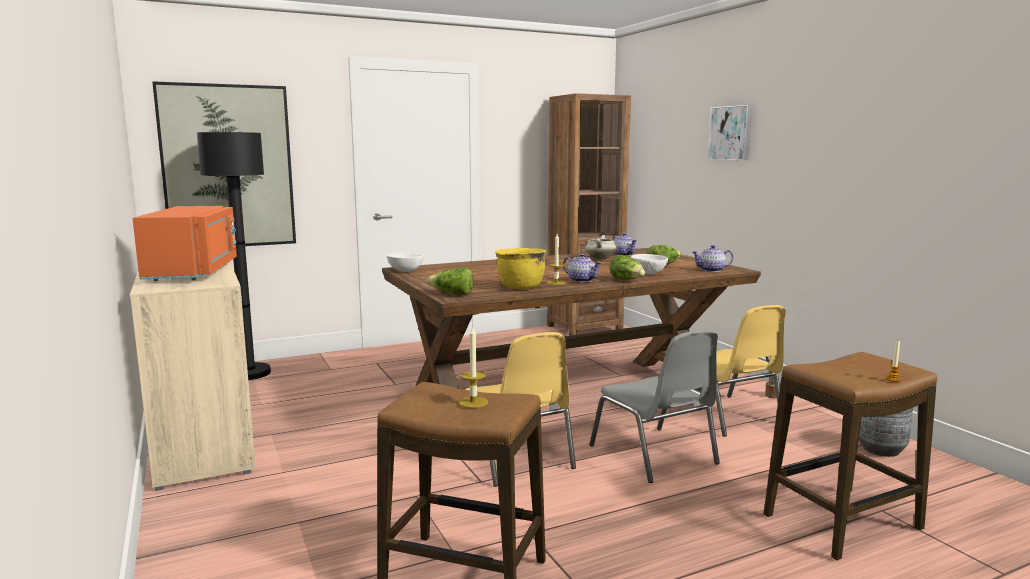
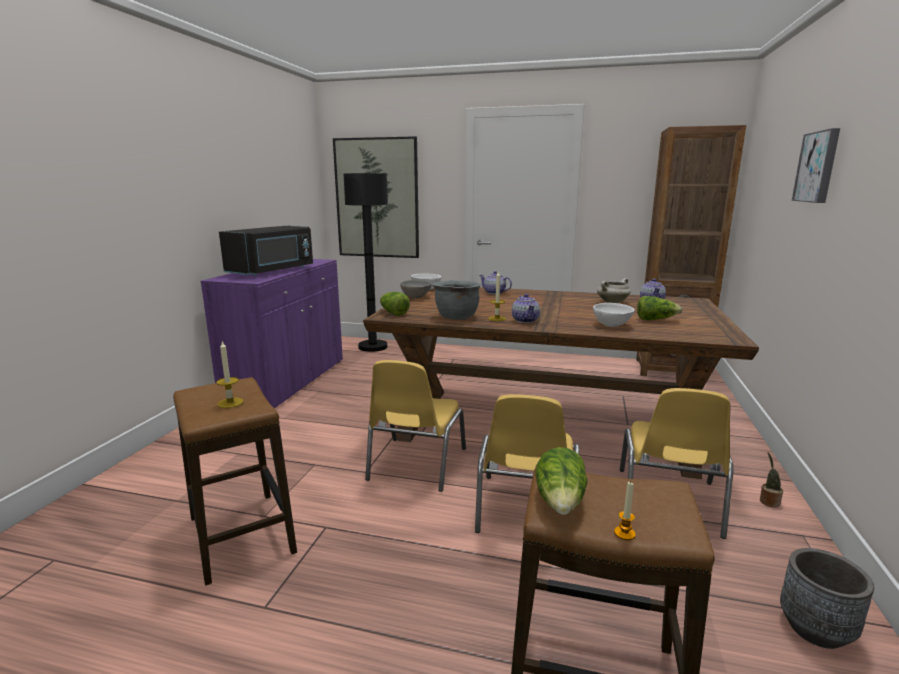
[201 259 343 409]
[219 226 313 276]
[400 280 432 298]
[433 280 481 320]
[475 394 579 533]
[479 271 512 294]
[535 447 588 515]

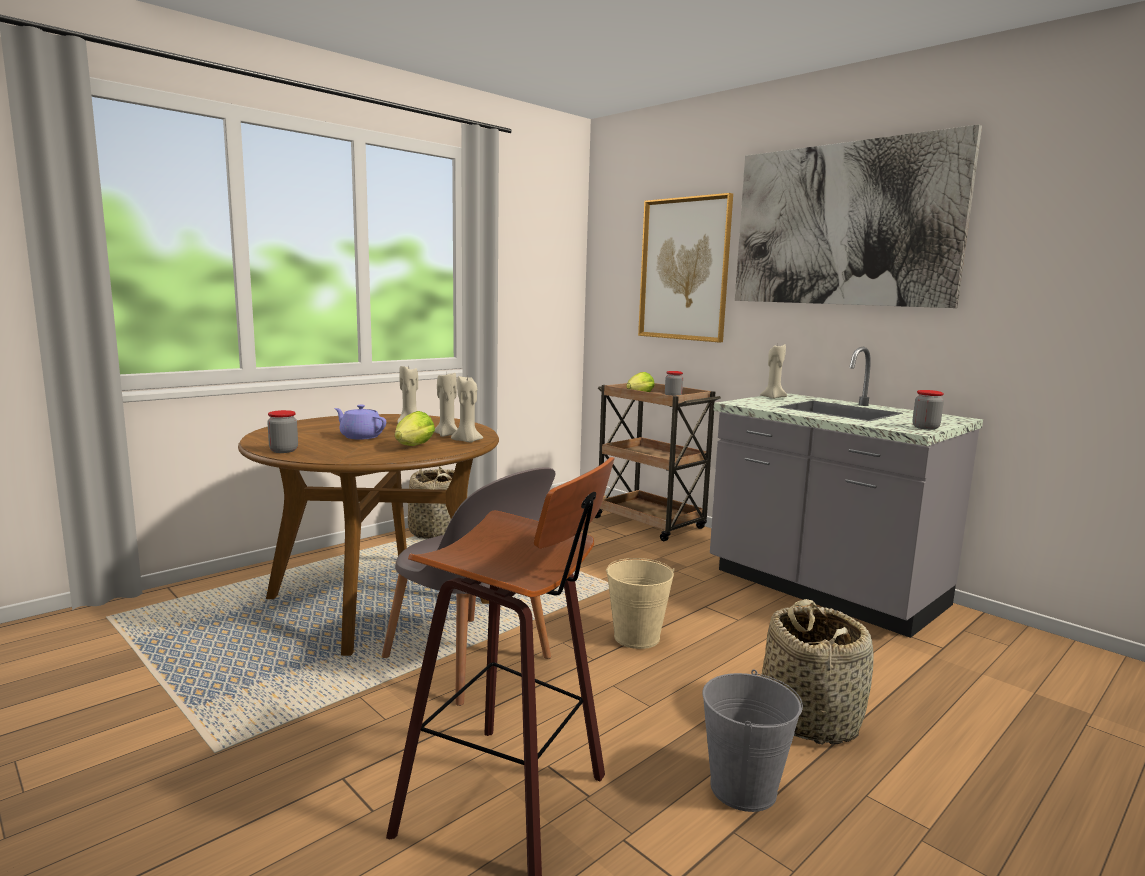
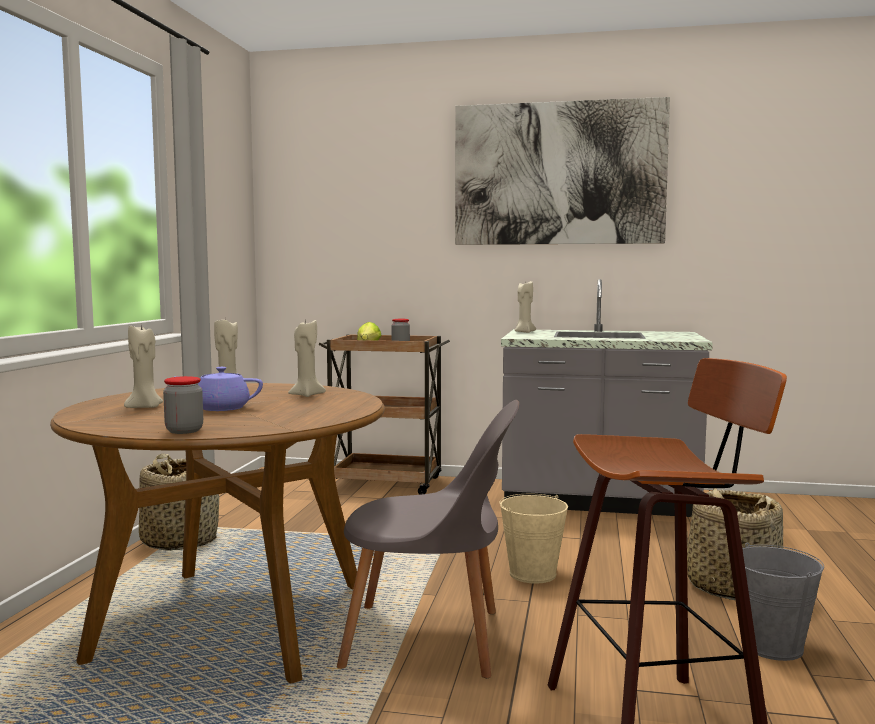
[124 322 163 408]
[395 411 435 446] (first image)
[638 193 733 342] (first image)
[913 390 944 430] (first image)

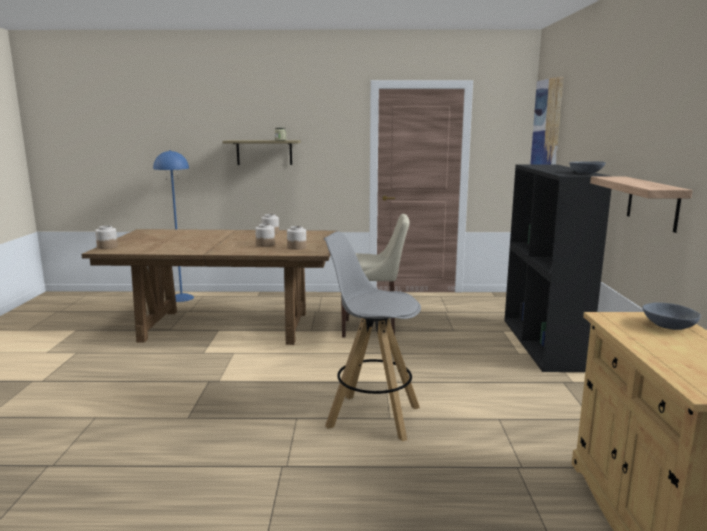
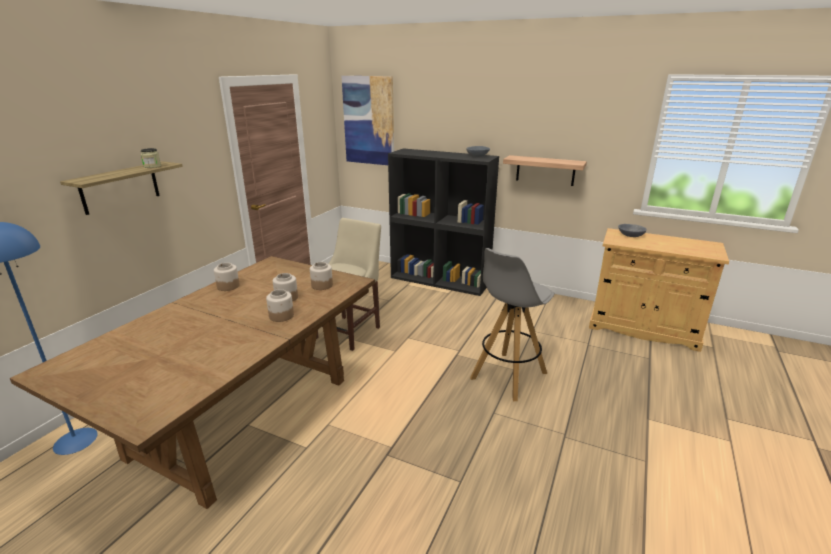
[266 289 294 322]

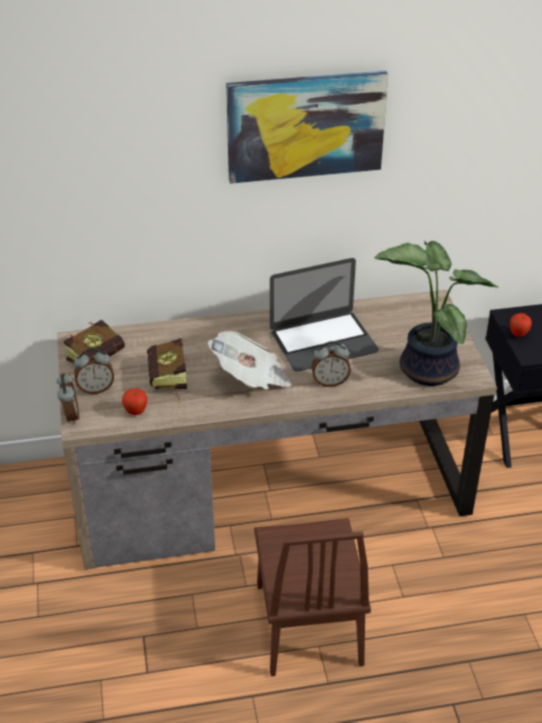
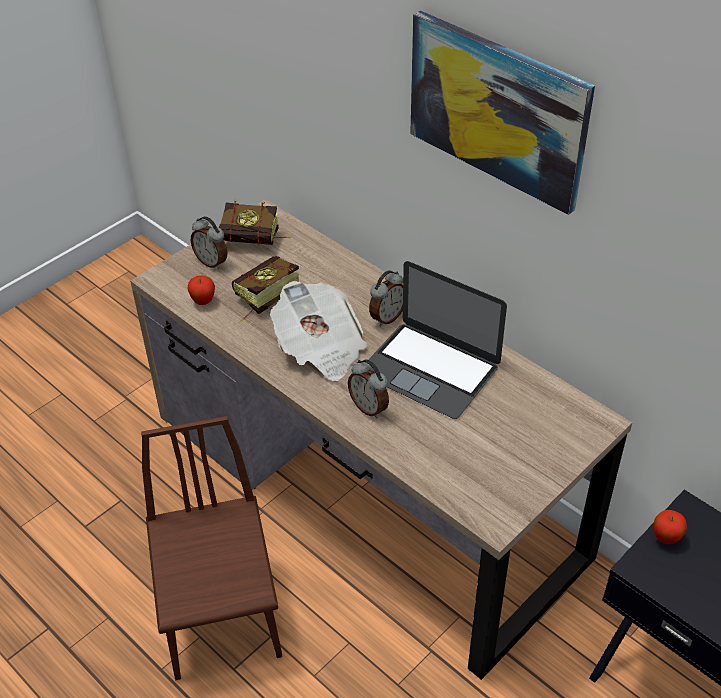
[141 416 282 680]
[369 270 403 326]
[374 241 499 386] (first image)

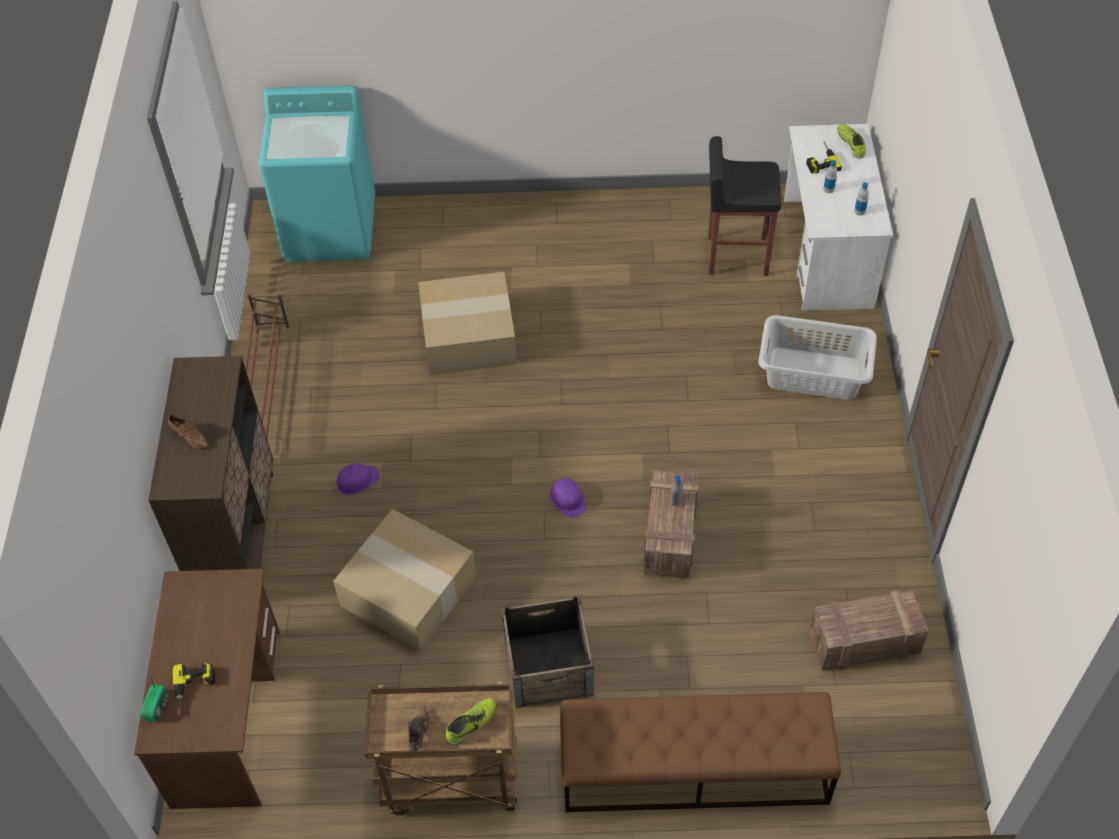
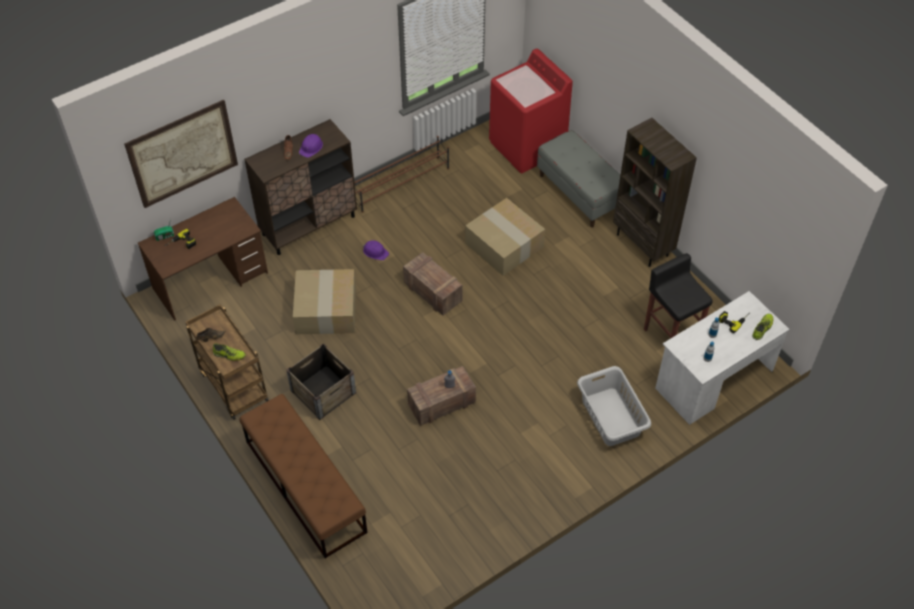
[124 99 238 208]
[299 134 323 158]
[403 252 462 315]
[489 49 573 173]
[537 130 620 228]
[613 118 697 267]

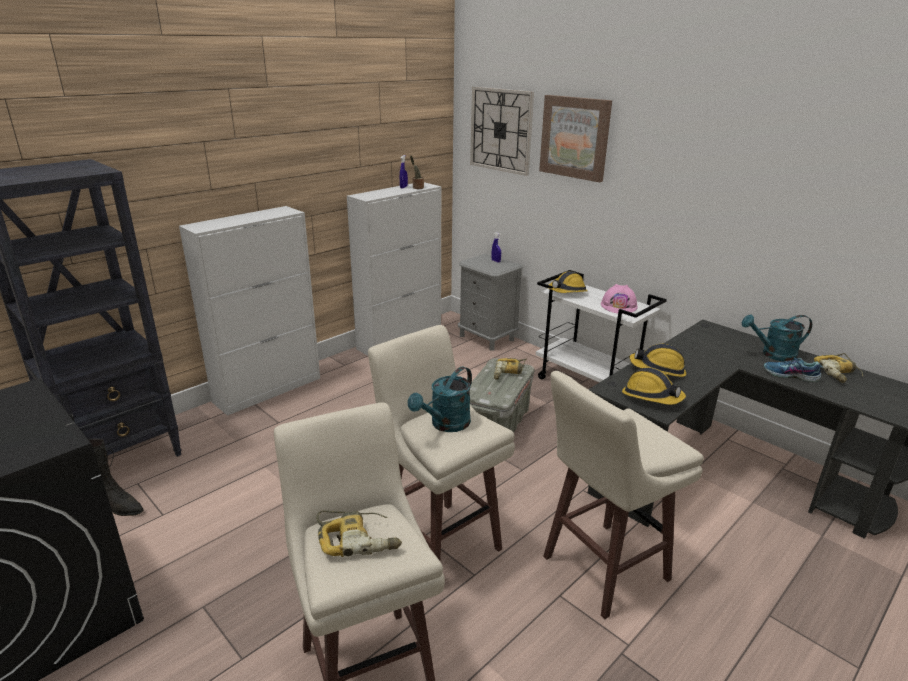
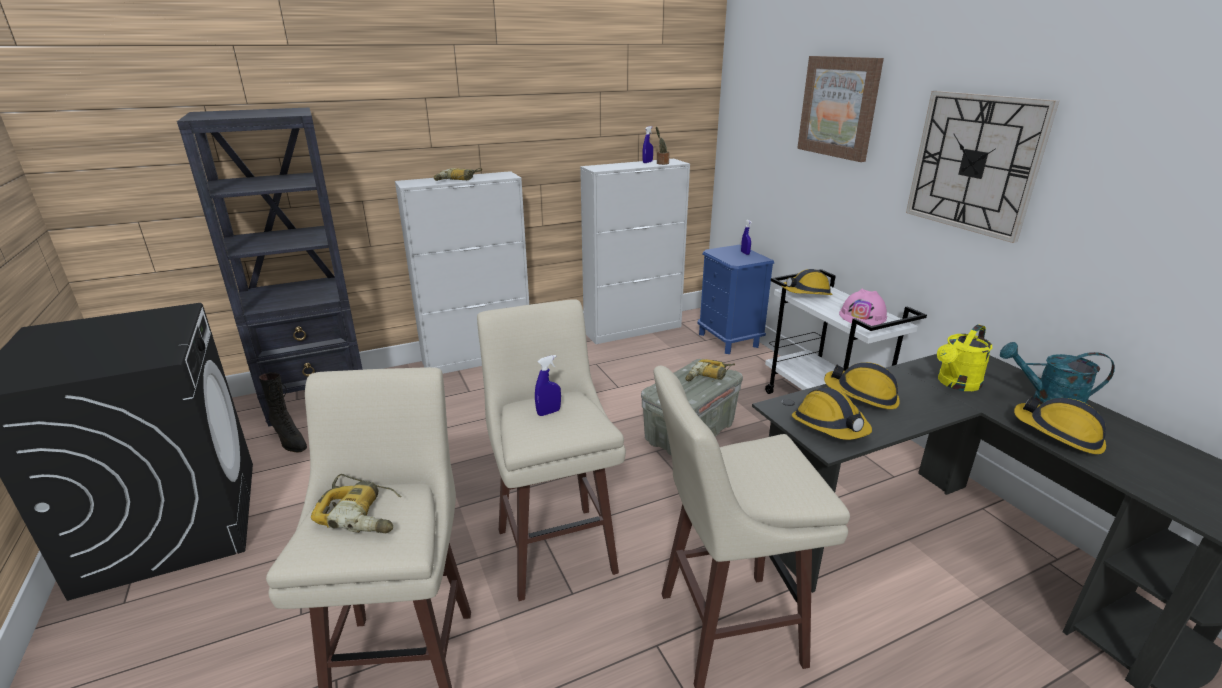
[434 168 482 181]
[535 355 561 416]
[697 245 774 354]
[906 91 1059 243]
[937 324 992 391]
[1014 396 1106 454]

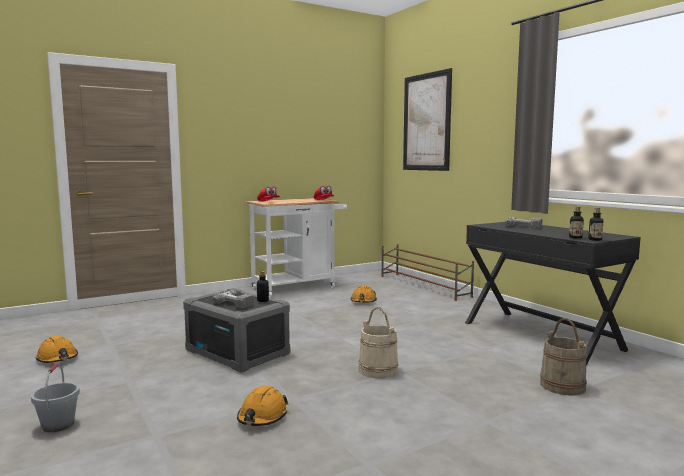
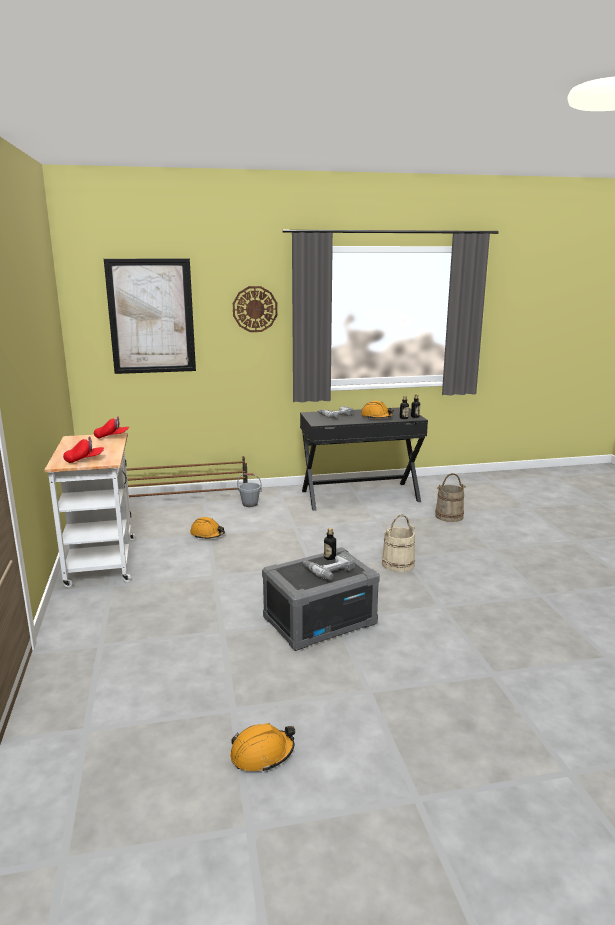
[233 286 278 332]
[237 473 262 507]
[361 401 394 419]

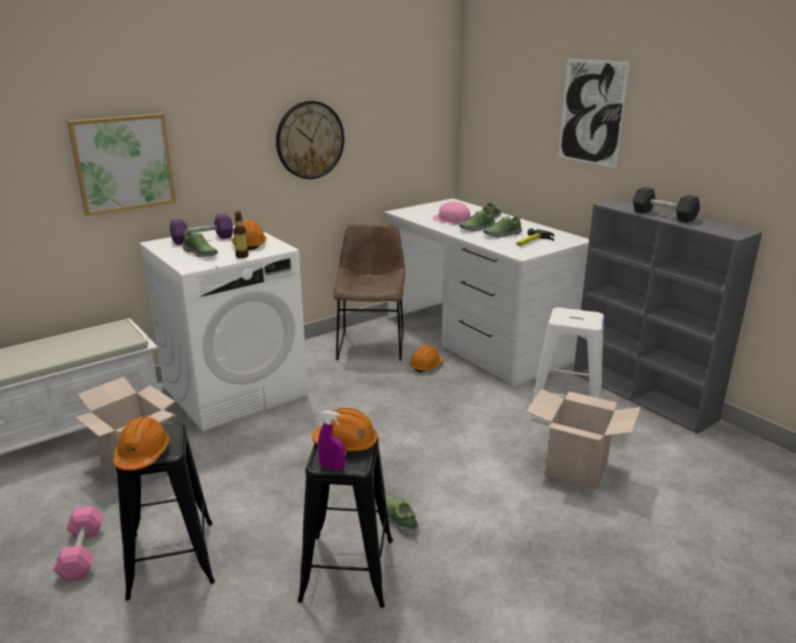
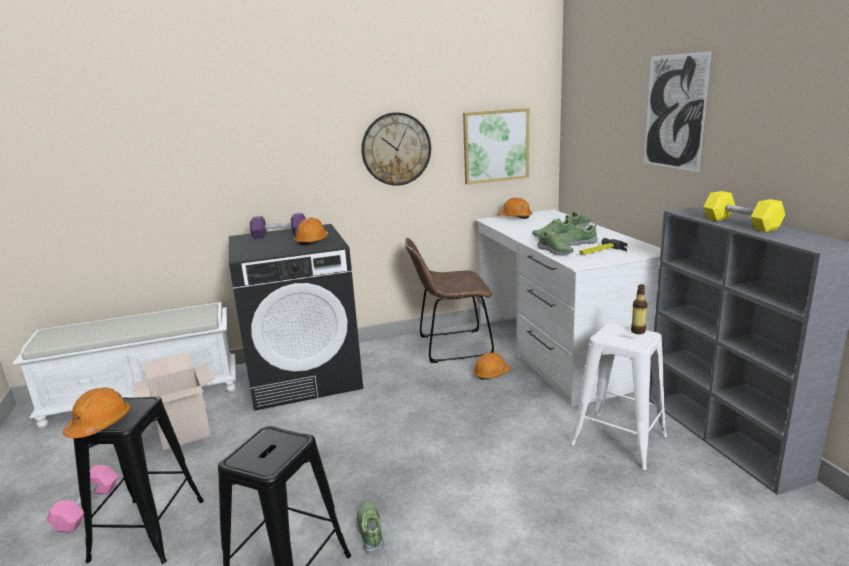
[229 224 363 411]
[405 238 494 363]
[463 108 529 184]
[498 198 532 219]
[537 229 574 255]
[631 284 647 334]
[703 191 785 232]
[318 411 345 470] (first image)
[432 202 472 224] (first image)
[526 389 641 490] (first image)

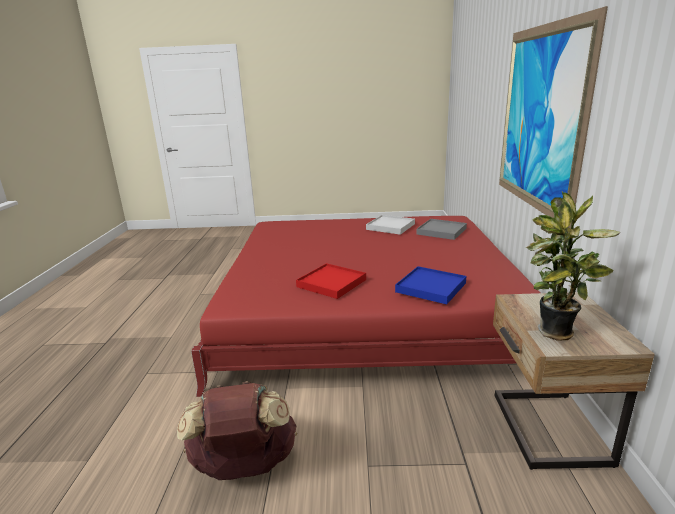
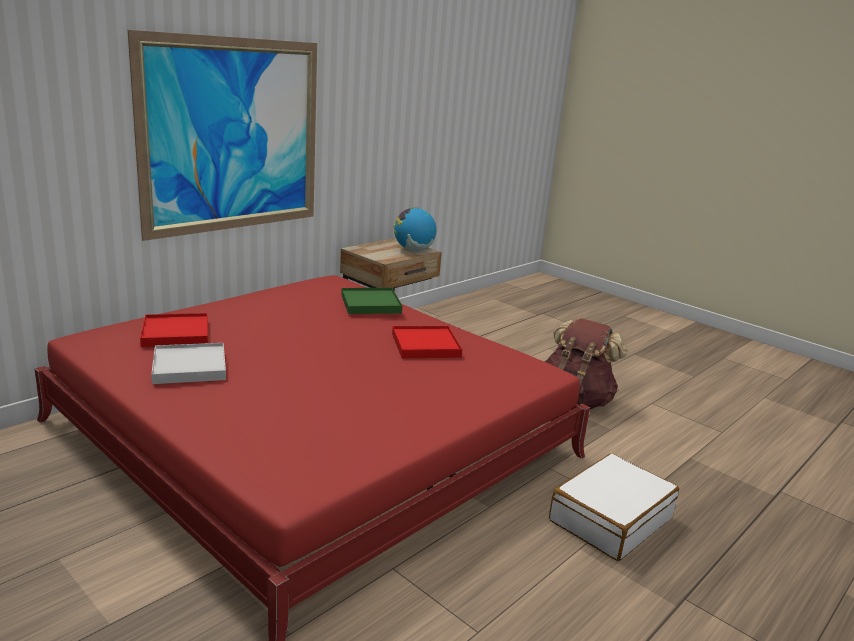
[140 313 208 347]
[341 288 402 314]
[394 208 436 251]
[549 454 679 561]

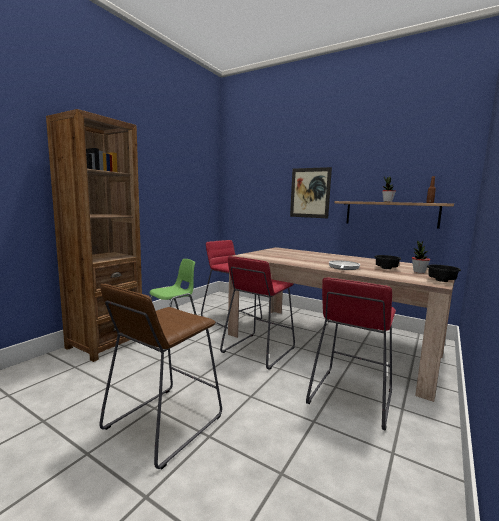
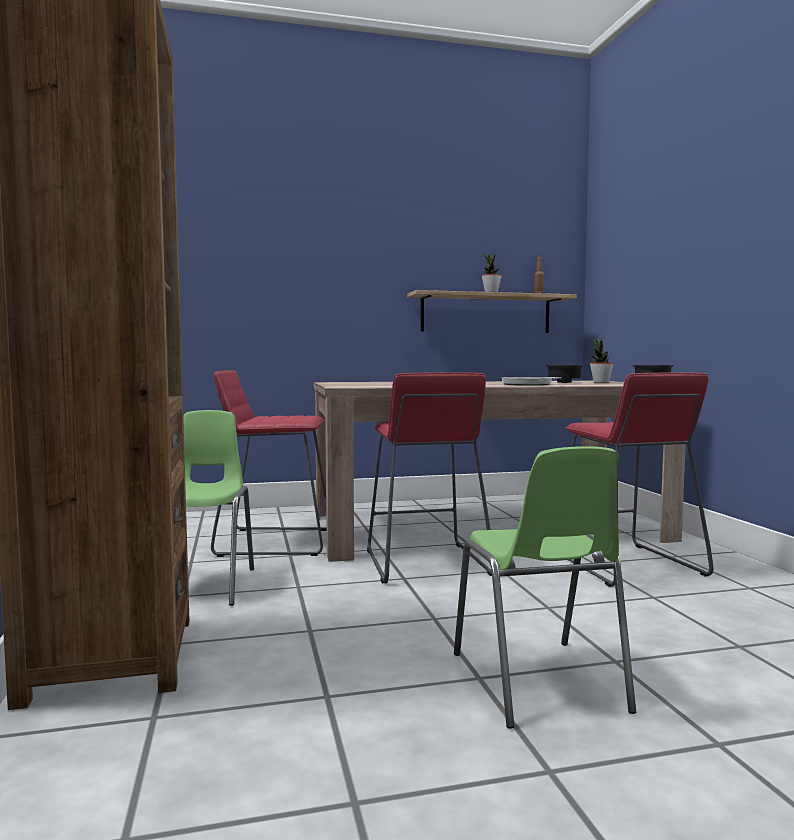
[454 446 636 729]
[290 167 332 218] (first image)

